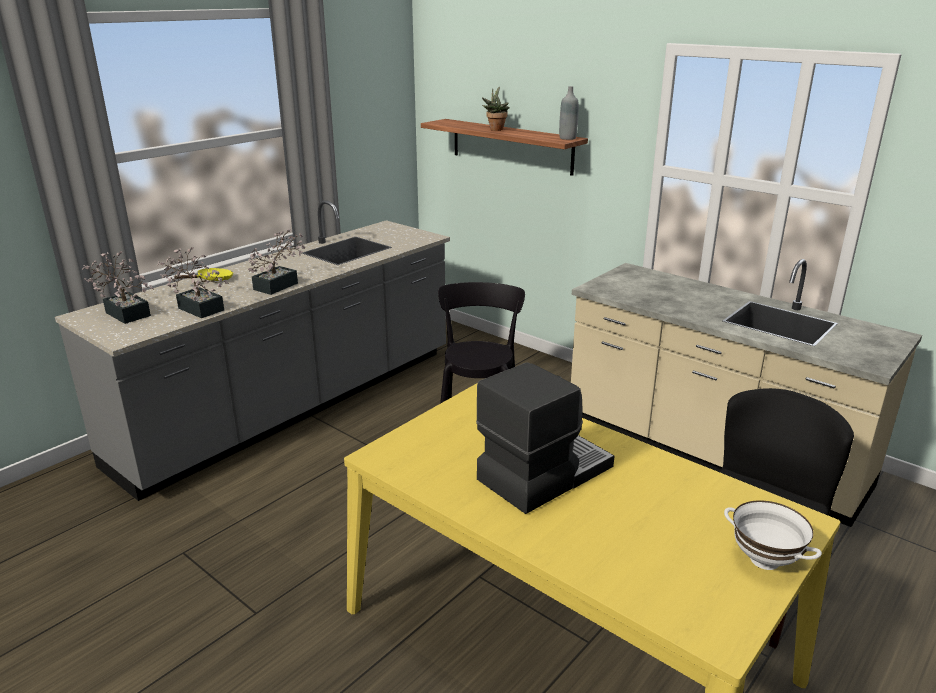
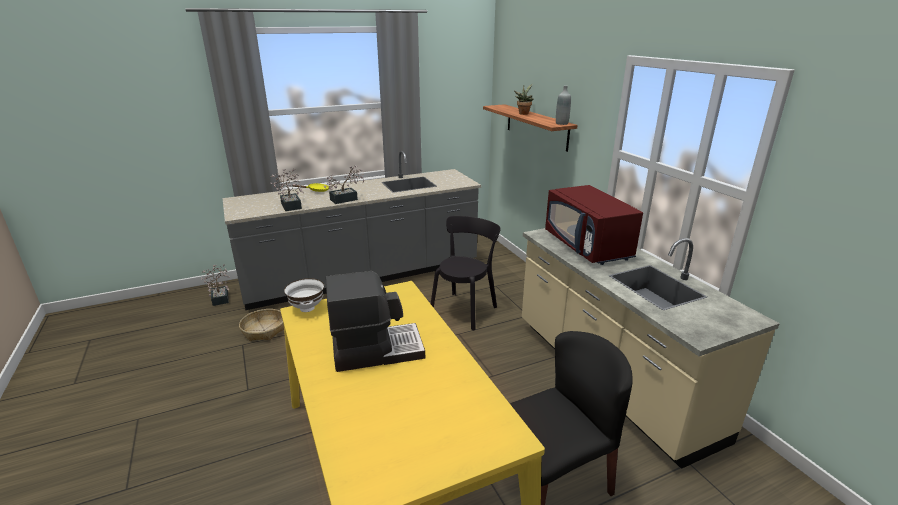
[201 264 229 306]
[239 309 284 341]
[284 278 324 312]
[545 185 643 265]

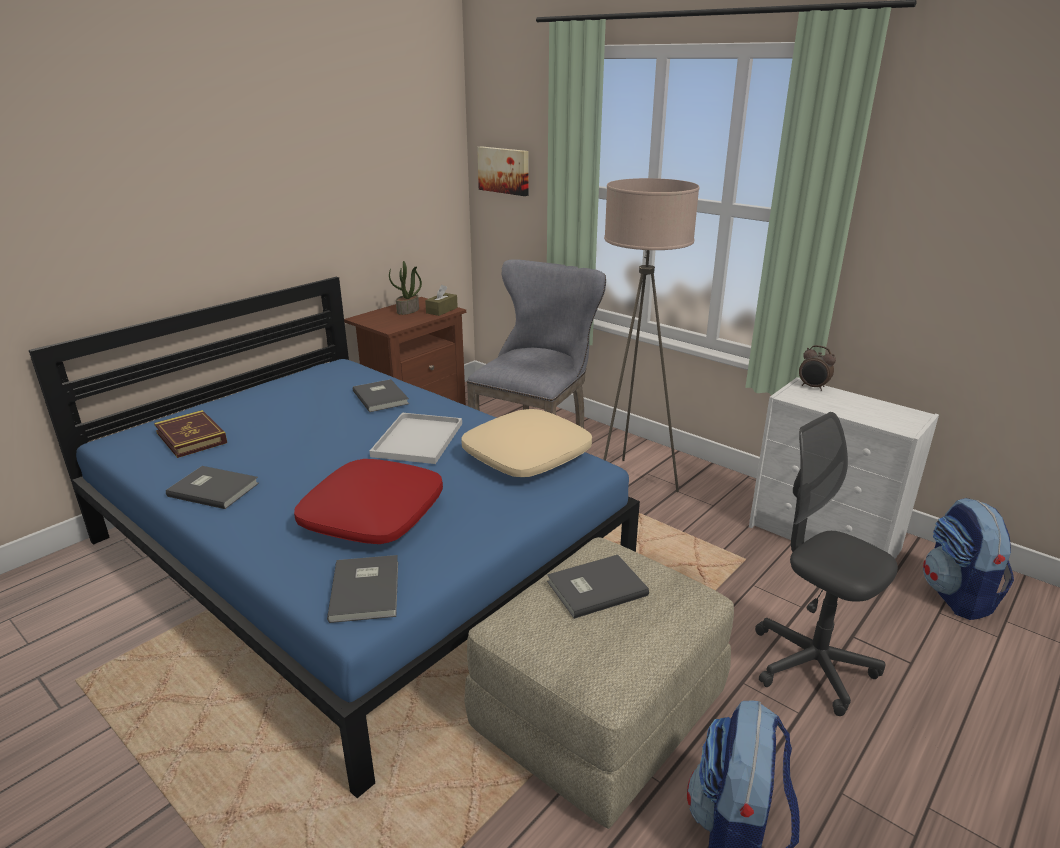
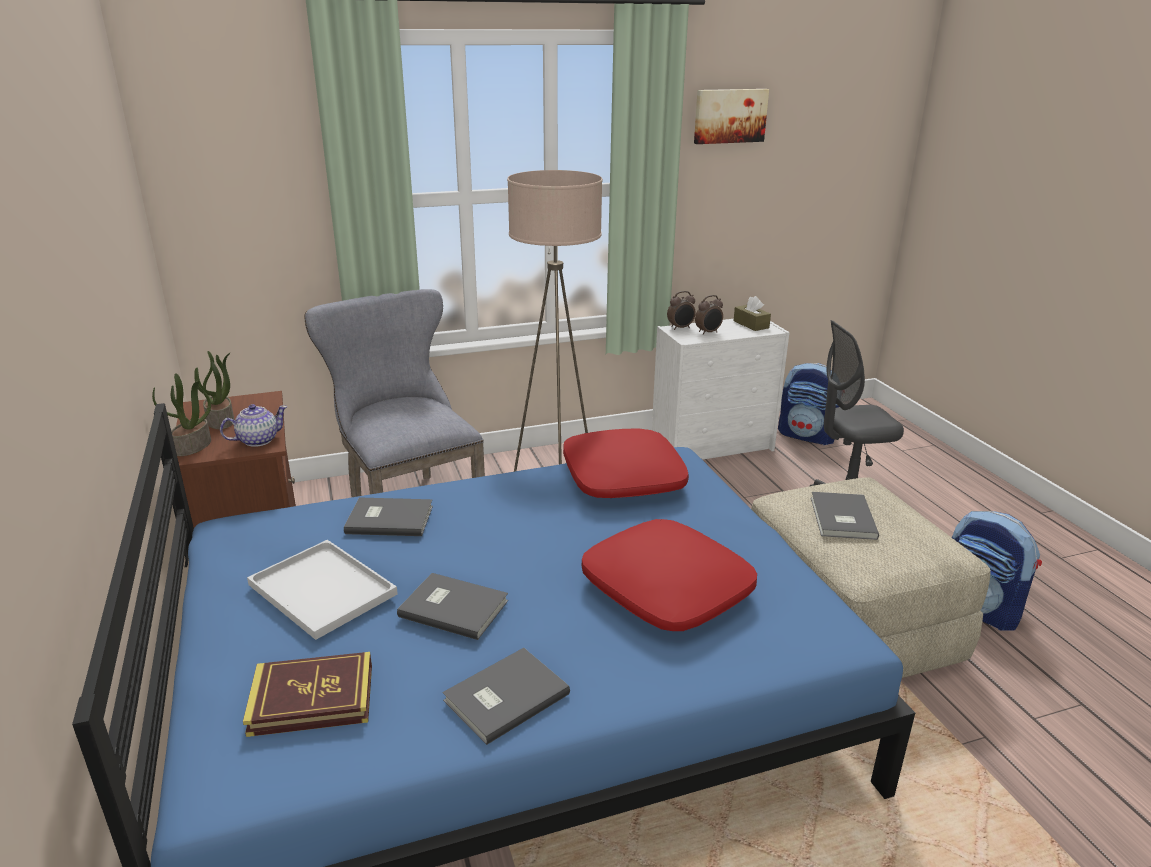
[152 373 211 456]
[220 404 288 447]
[247 540 398 640]
[397 573 508 640]
[563 428 689 498]
[694 89 769 144]
[695 295 723 335]
[734 296 771 331]

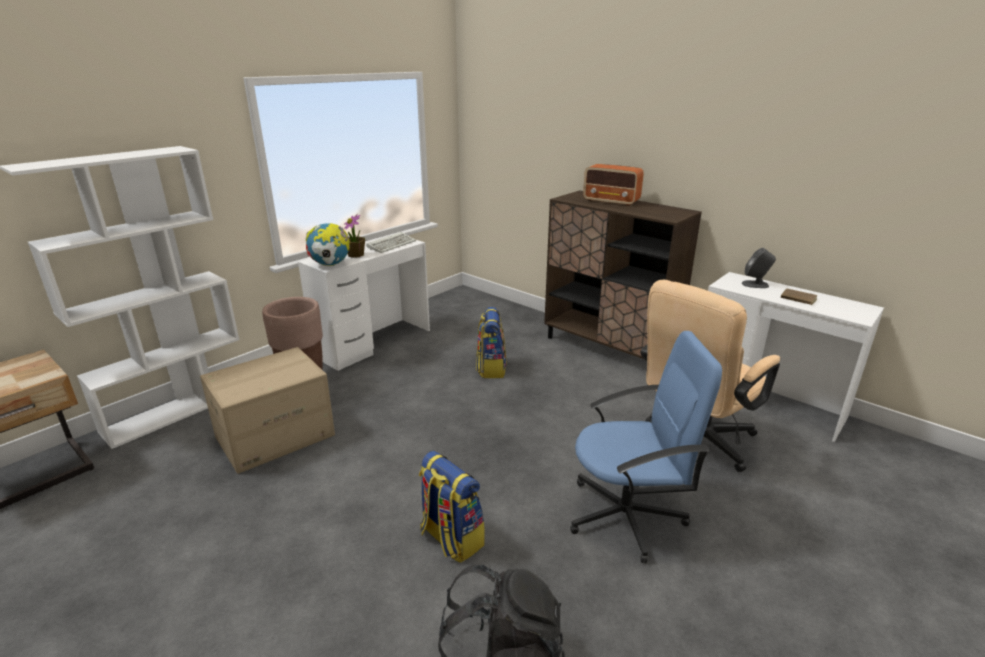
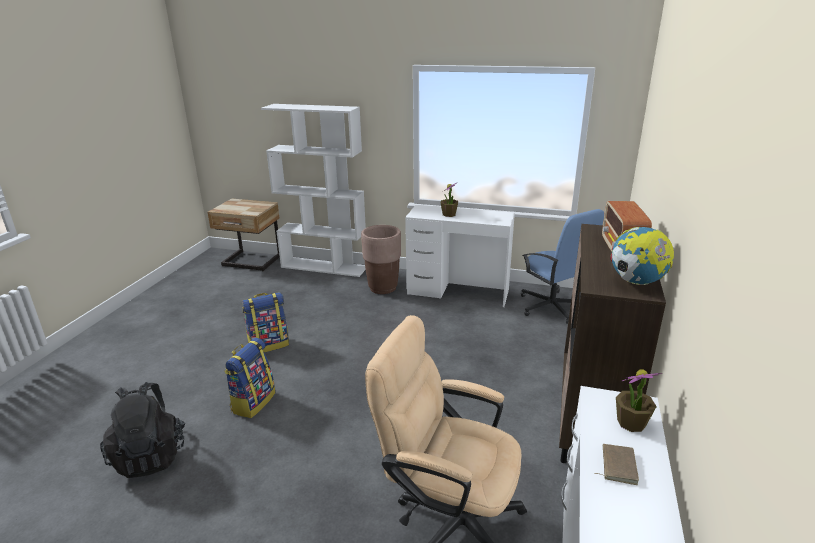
[242 292 289 353]
[521 209 604 324]
[610 227 674 285]
[616 370 662 432]
[200 347 335 474] (first image)
[366 232 416 253] (first image)

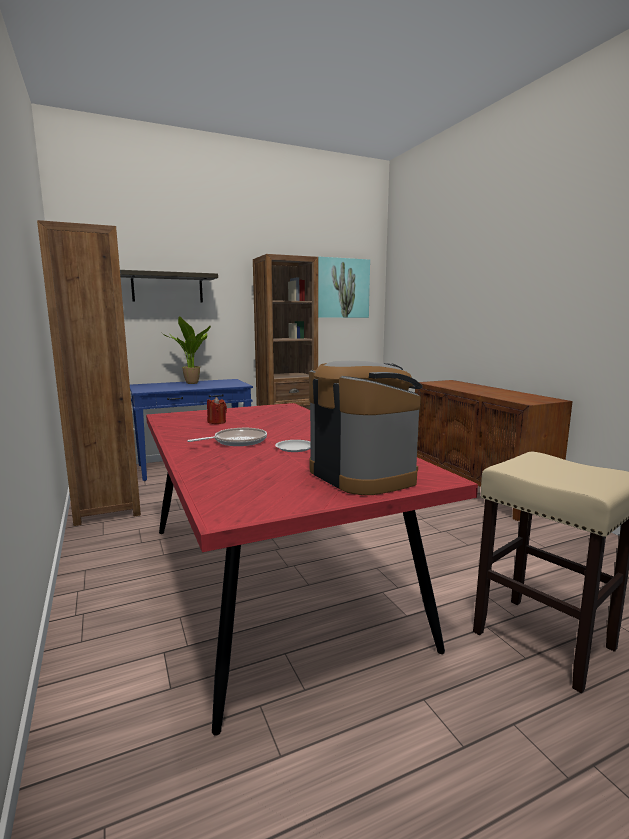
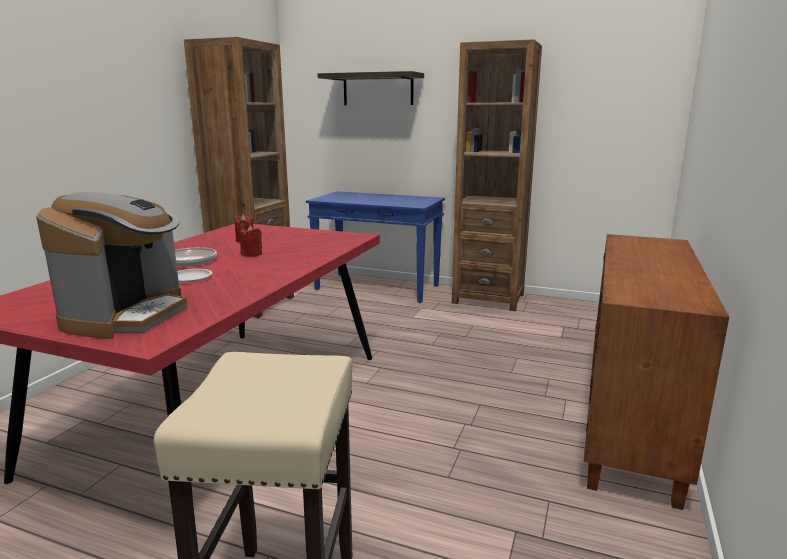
[239 225 262 256]
[162 316 210 384] (first image)
[318 257 370 318] (first image)

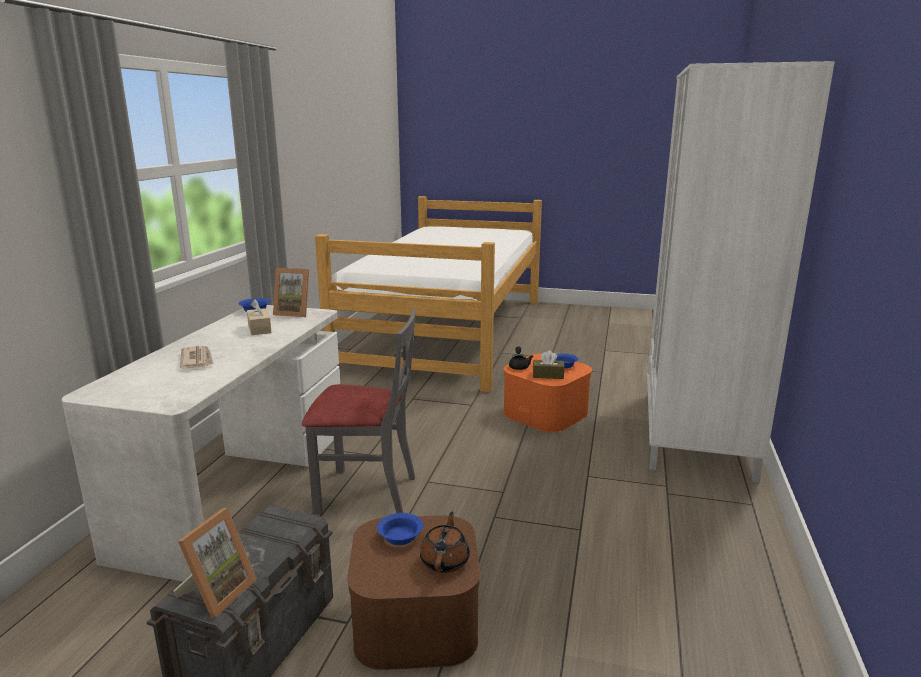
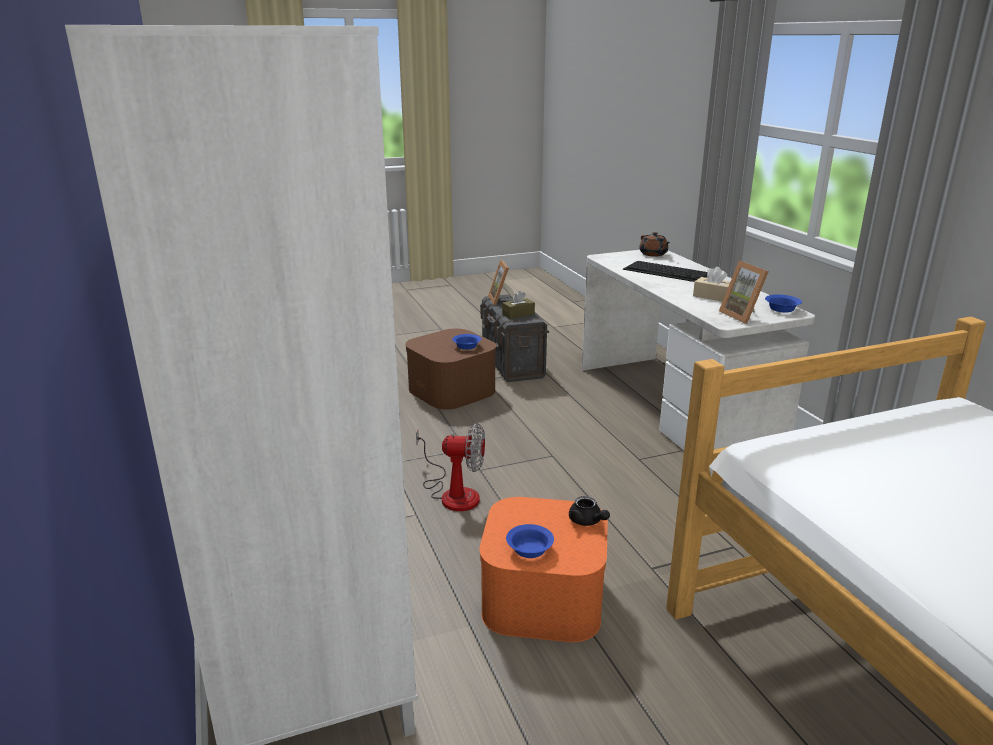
[416 423 485 511]
[502 291 535 319]
[623 261 708 282]
[639 232 670 257]
[719 261 769 324]
[302 309 416 515] (first image)

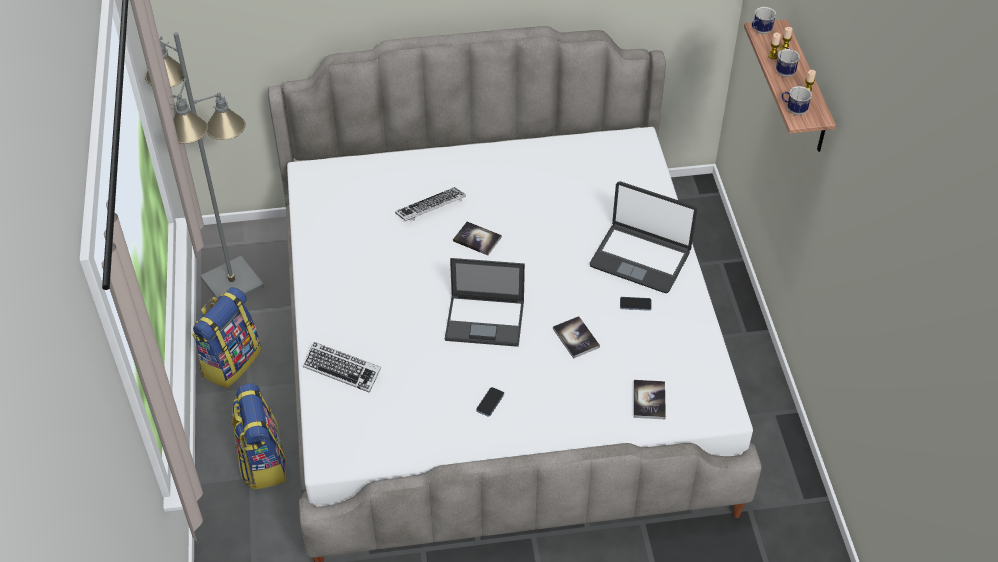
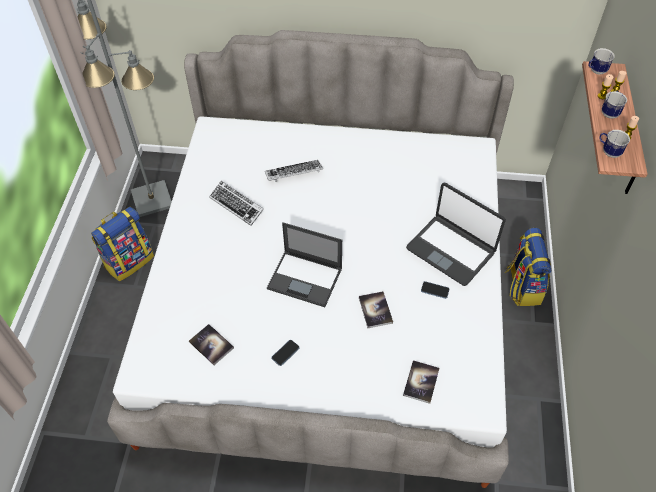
[189 324 234 365]
[209 181 264 226]
[505 228 552 306]

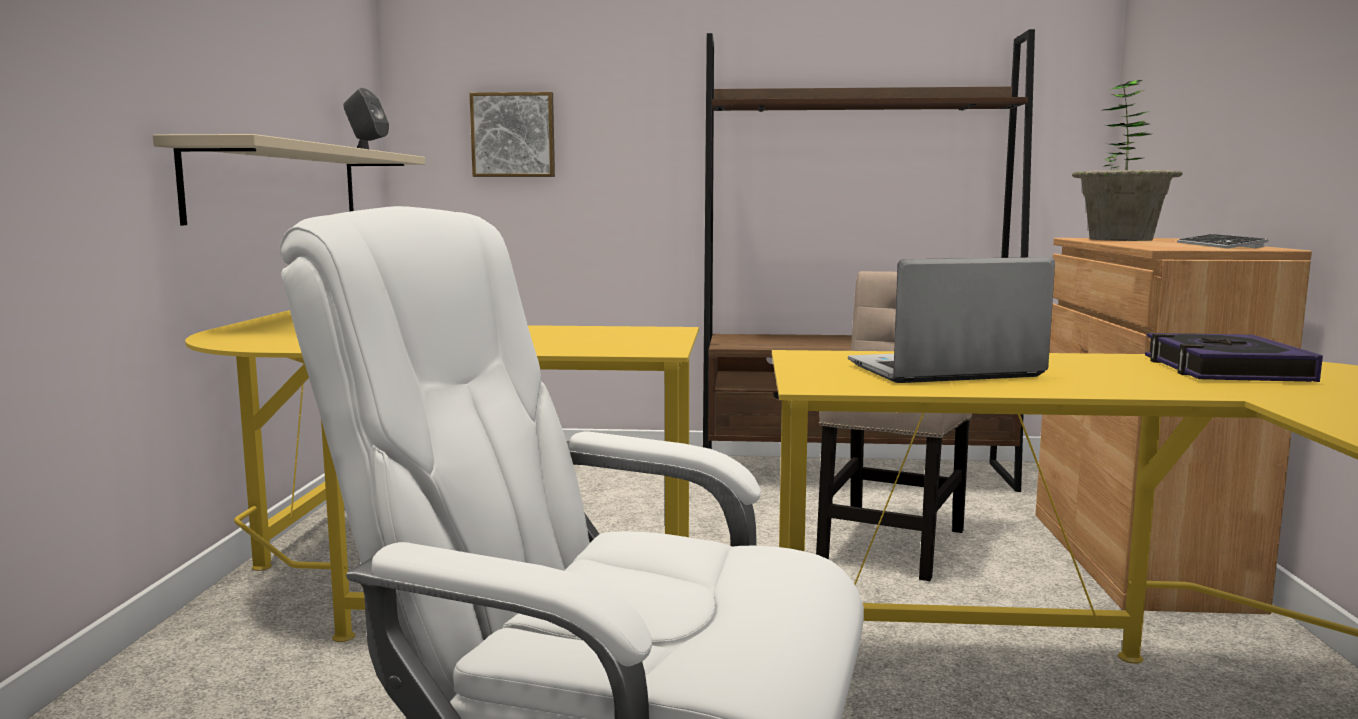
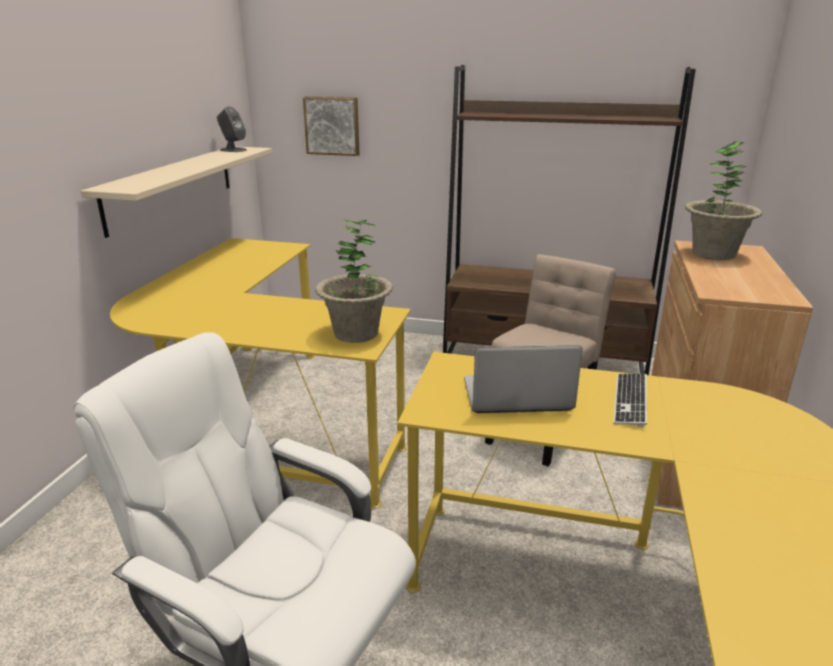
[315 219 393 343]
[613 374 647 427]
[1145 333 1323 382] (first image)

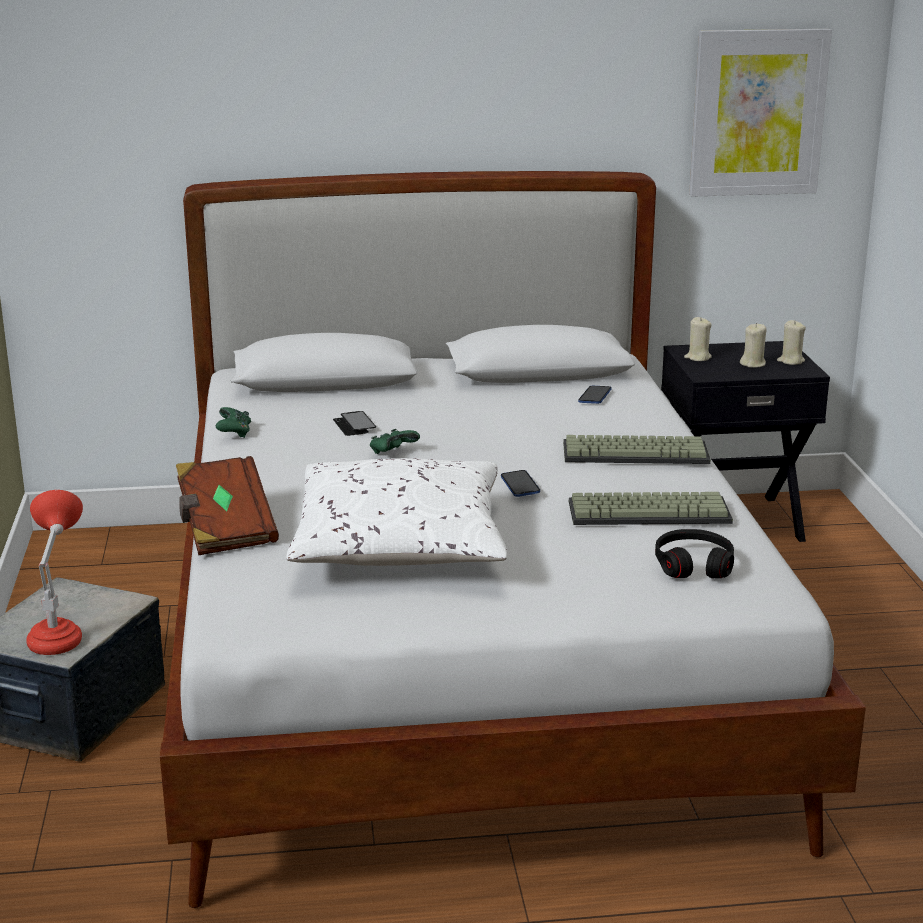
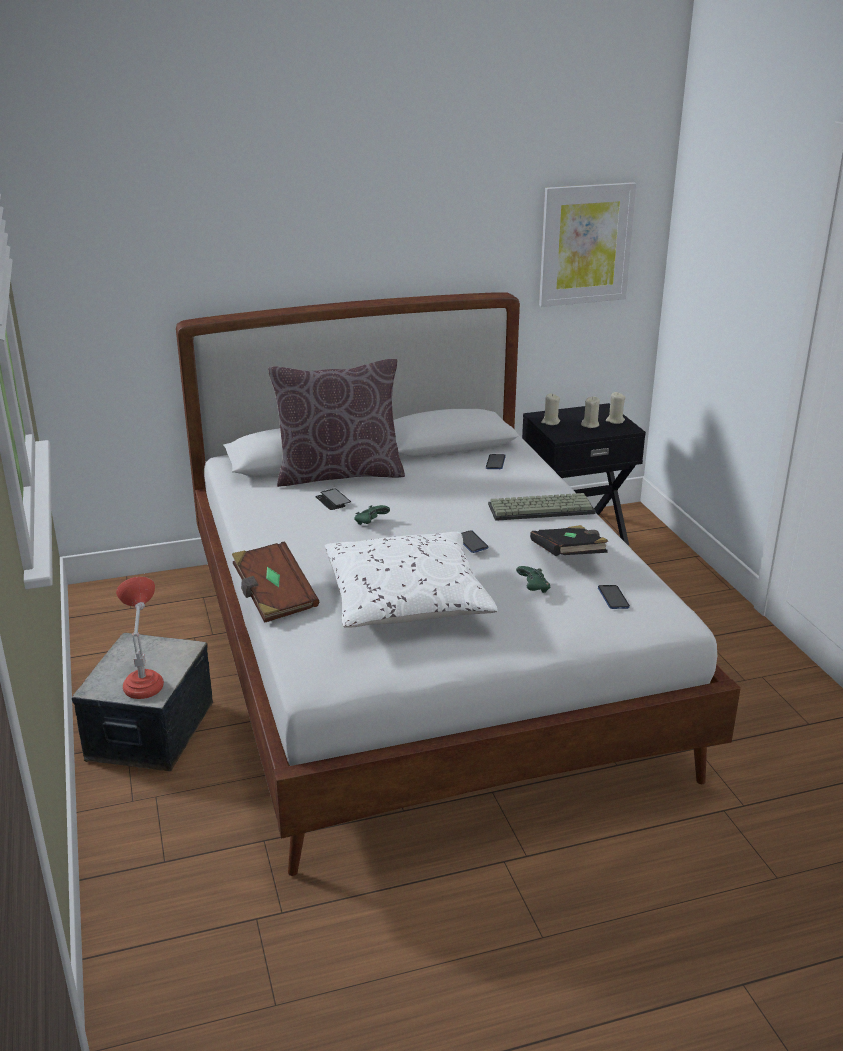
[268 359 405 487]
[516 566 550 593]
[530 525 608 556]
[598 585 630 609]

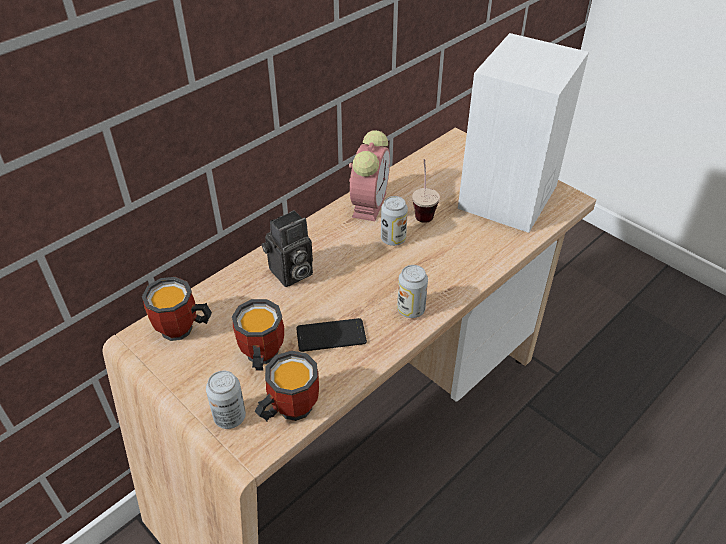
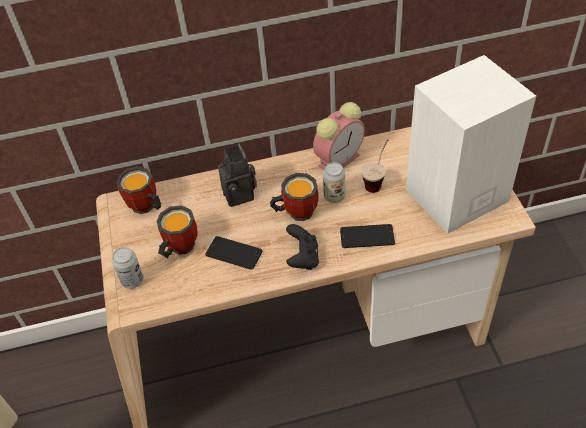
[218 143 257 207]
[270 173 319 221]
[286 224 319 270]
[340 224 395 248]

